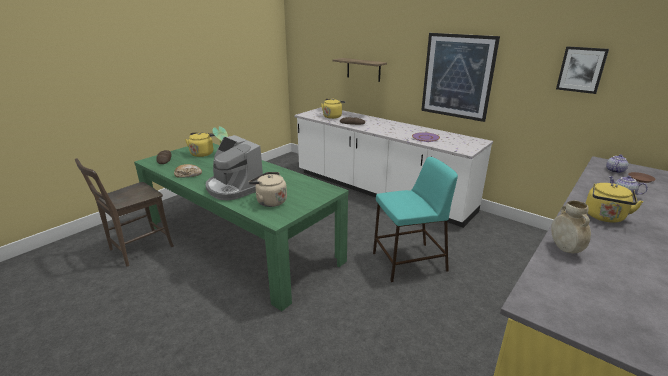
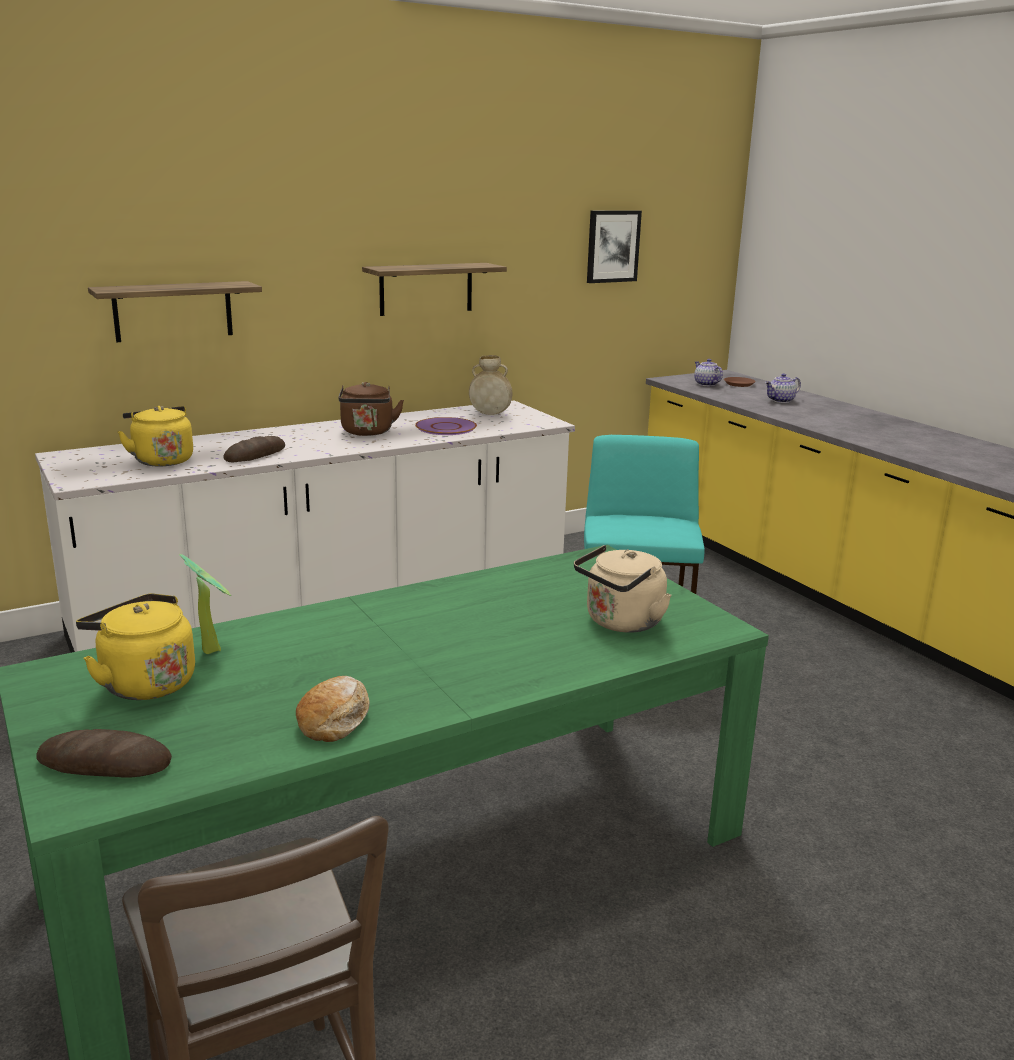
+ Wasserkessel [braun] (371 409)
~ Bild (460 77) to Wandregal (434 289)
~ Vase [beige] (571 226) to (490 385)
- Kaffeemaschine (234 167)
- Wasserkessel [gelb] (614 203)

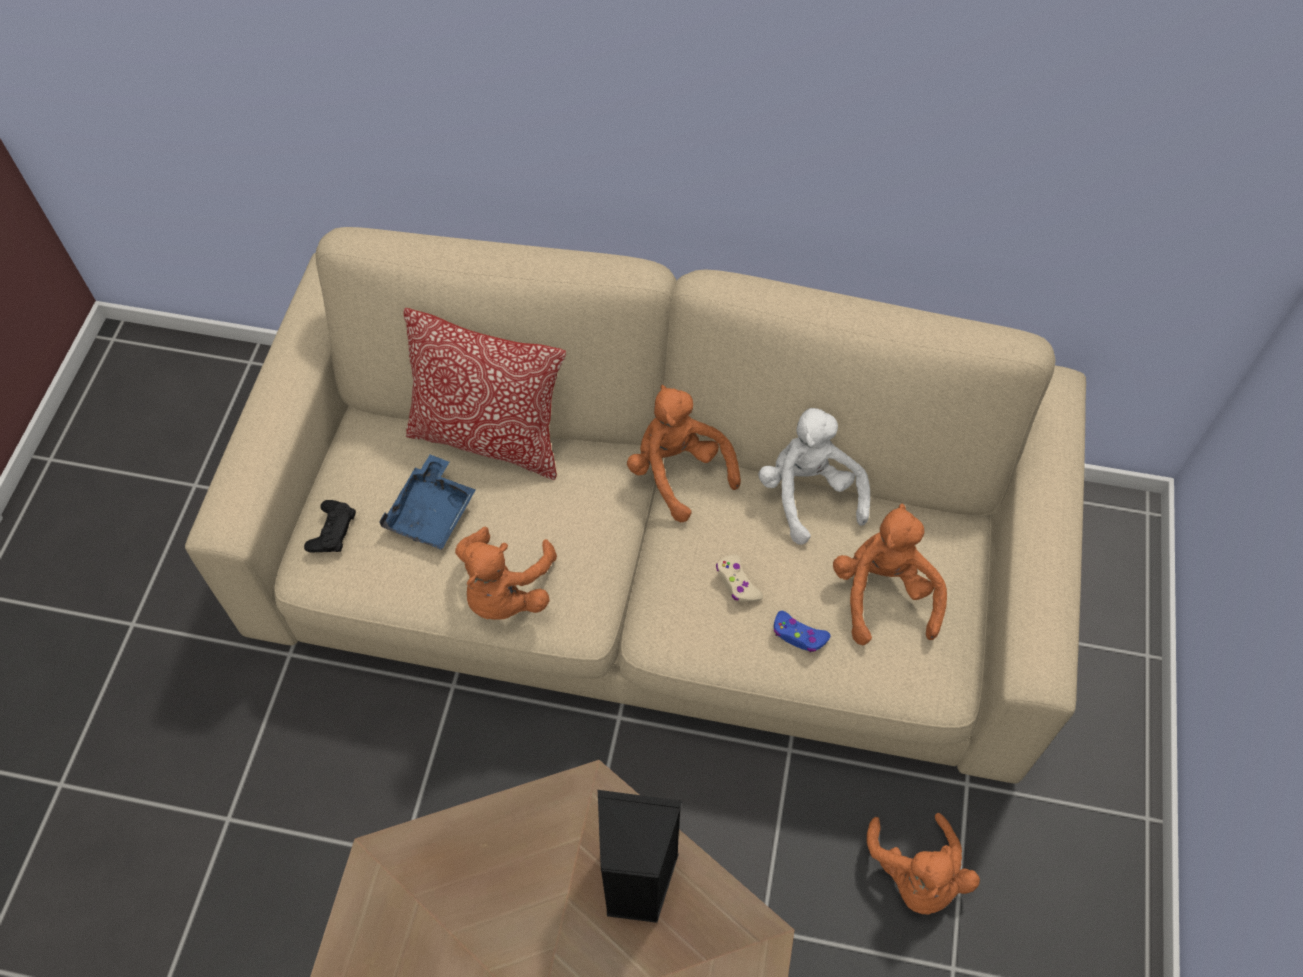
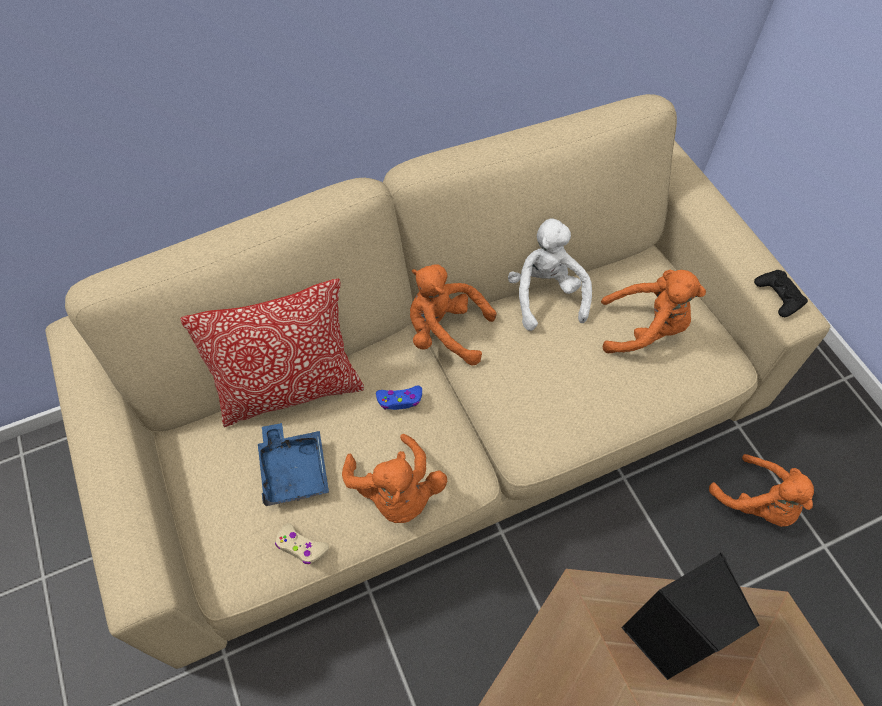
~ Gamepad [beige] (739 578) to (302 543)
~ Gamepad [blau] (802 631) to (399 398)
~ Plüschtier [weiß] (814 476) = (550 274) 45 degrees clockwise
~ Plüschtier [orange] (890 574) = (653 311) 135 degrees clockwise
~ Gamepad [schwarz] (330 526) to (781 293)

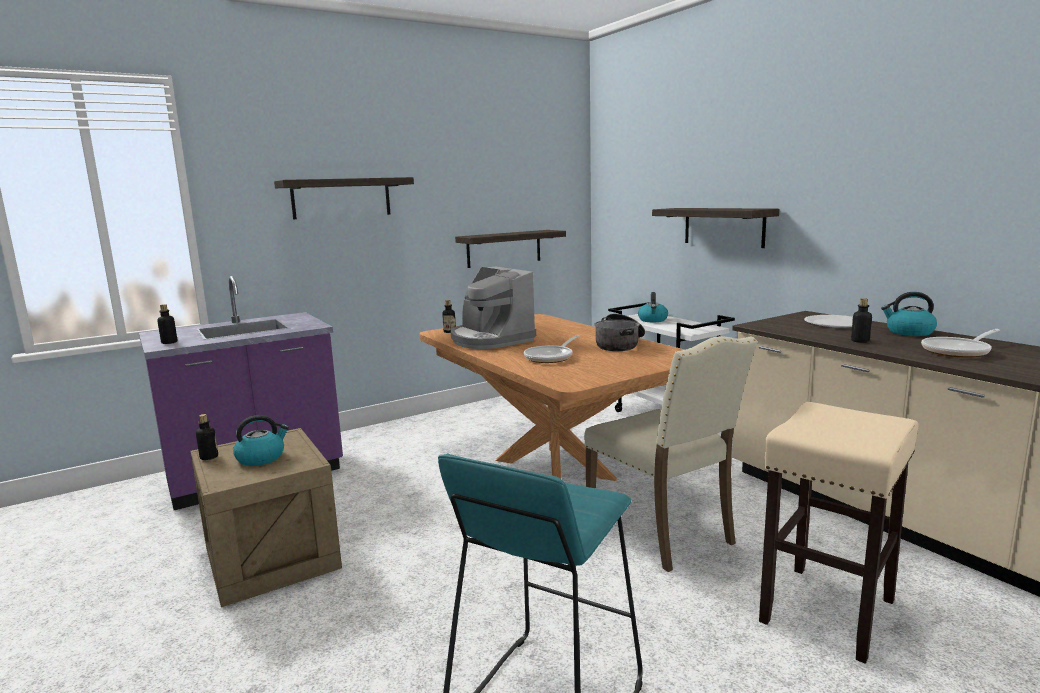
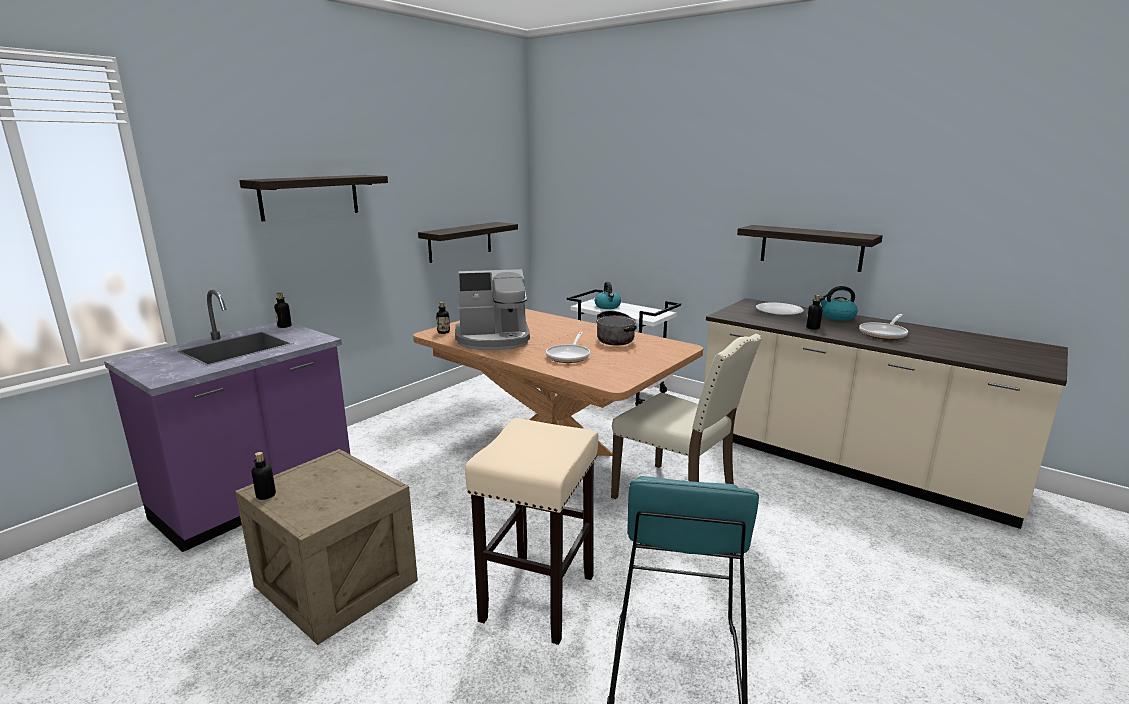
~ Flasche (167 324) to (283 310)
~ Kaffeemaschine (493 308) = (492 309) 45 degrees counterclockwise
~ Hocker [beige] (838 533) to (531 531)
~ Wandregal (715 228) to (810 248)
- Wasserkessel (261 440)

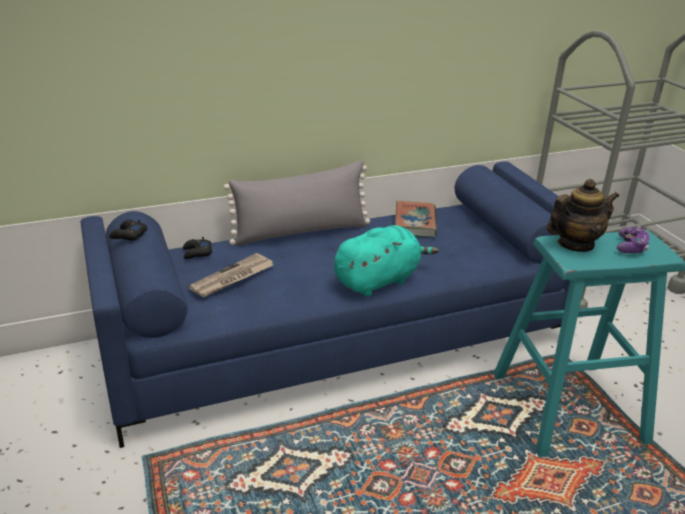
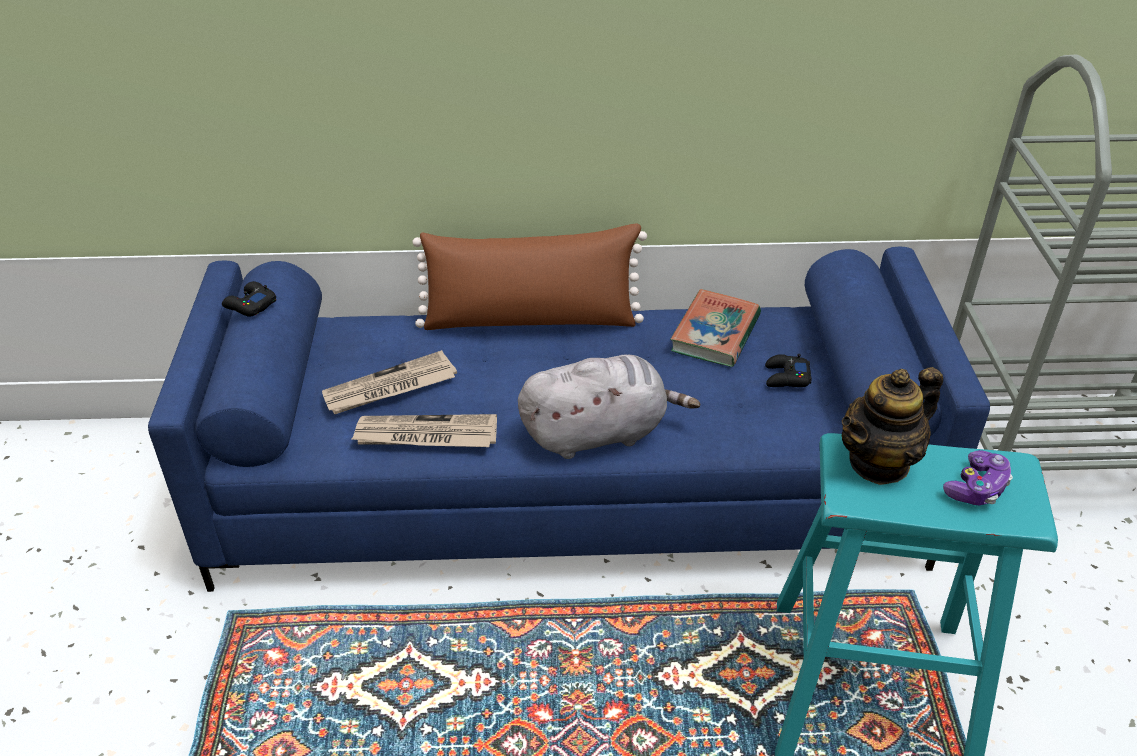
+ Zeitung (424 430)
~ Kissen [grau] (296 203) to Kissen [braun] (529 277)
~ Plüschtier [türkis] (386 260) to Plüschtier [grau] (609 407)
~ Gamepad [schwarz] (197 248) to (788 370)
~ Teekanne (583 215) = (892 426) 150 degrees clockwise

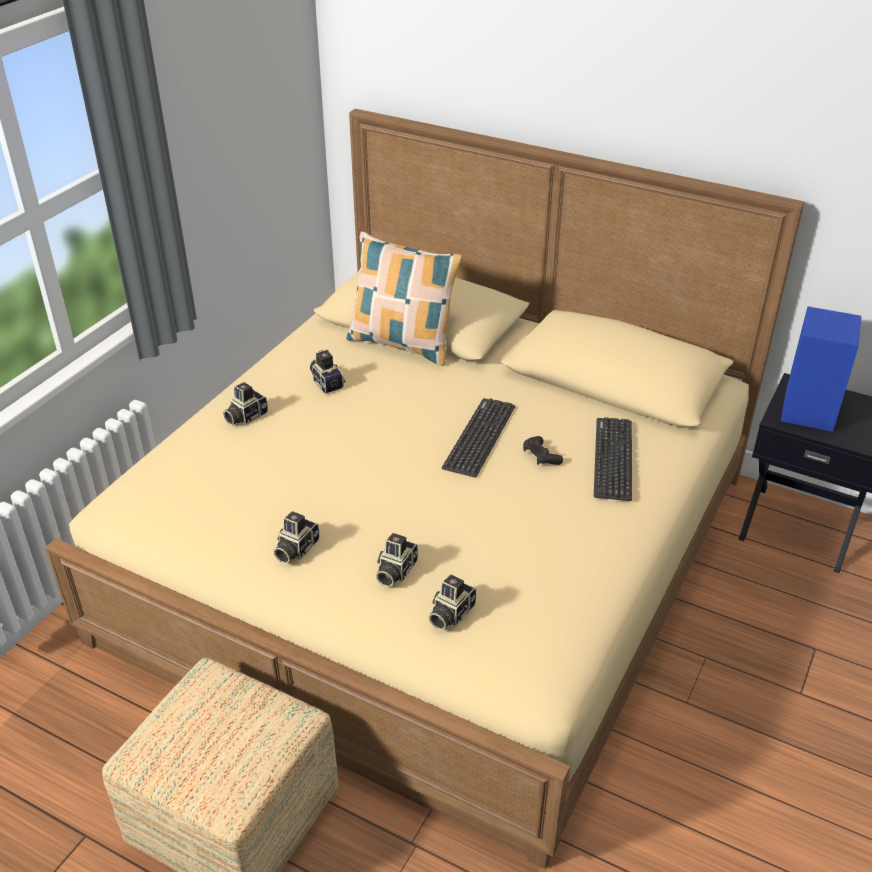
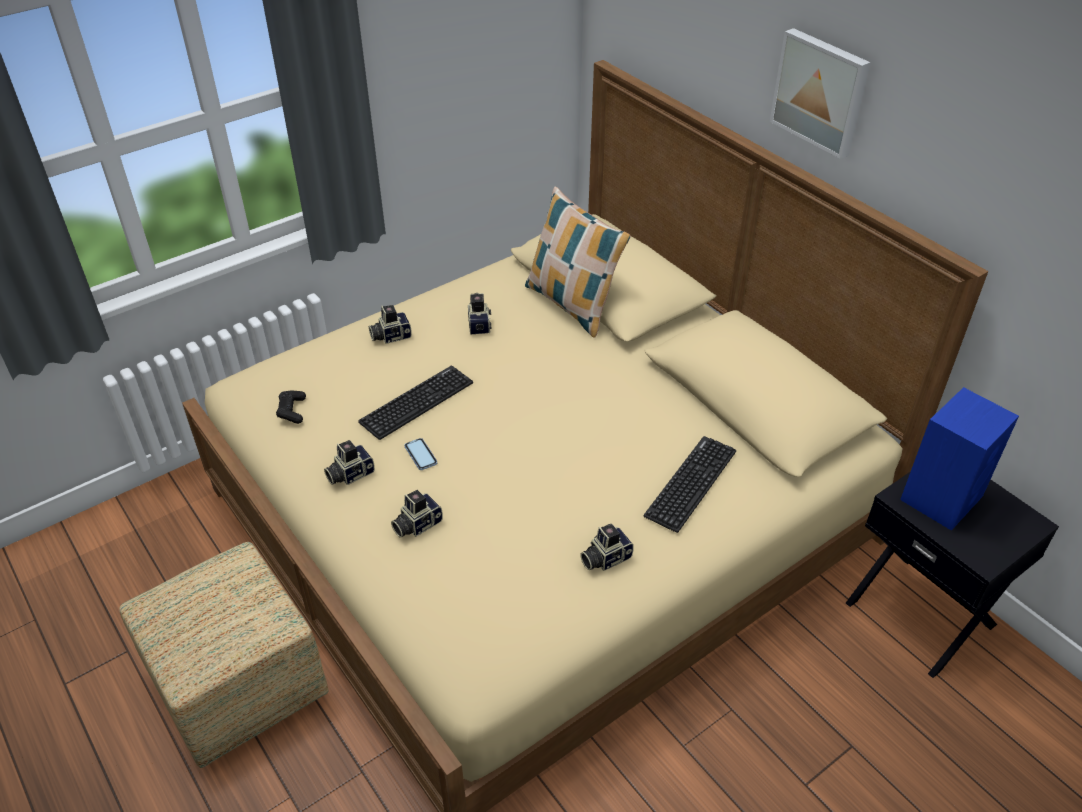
~ Gamepad [schwarz] (543 450) to (291 407)
~ Tastatur (478 437) to (415 403)
+ Handy (421 454)
~ Kamera (452 602) to (607 547)
+ Bild (820 93)

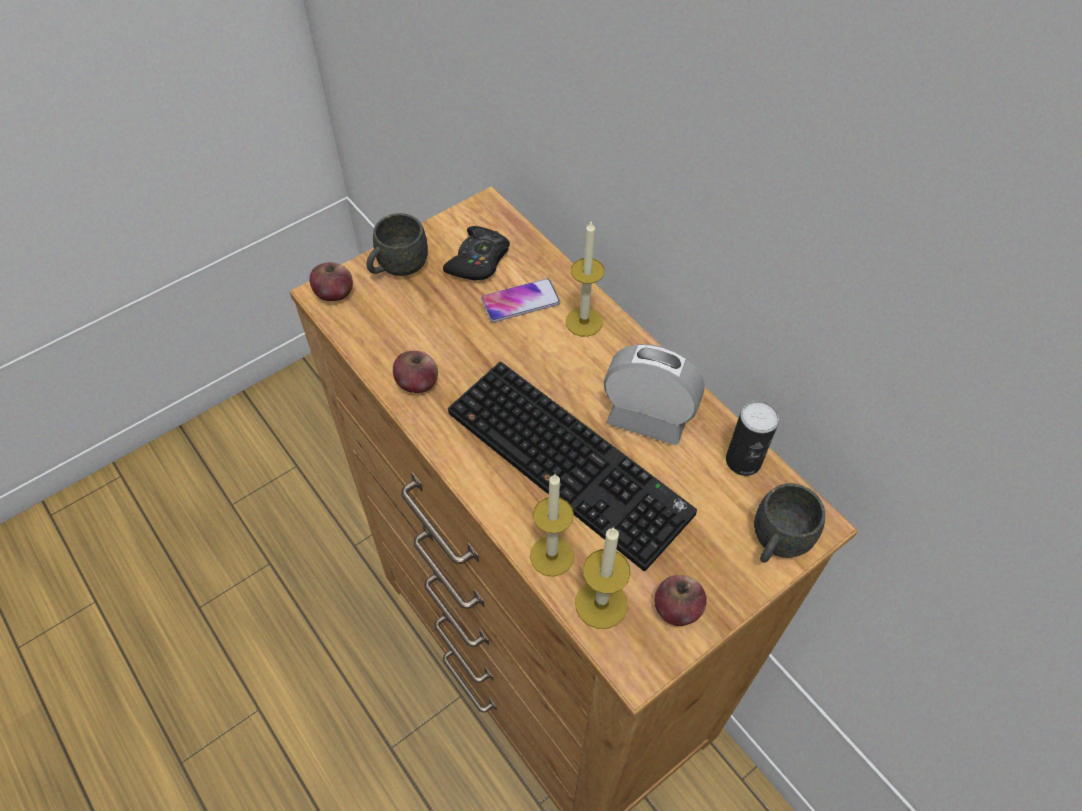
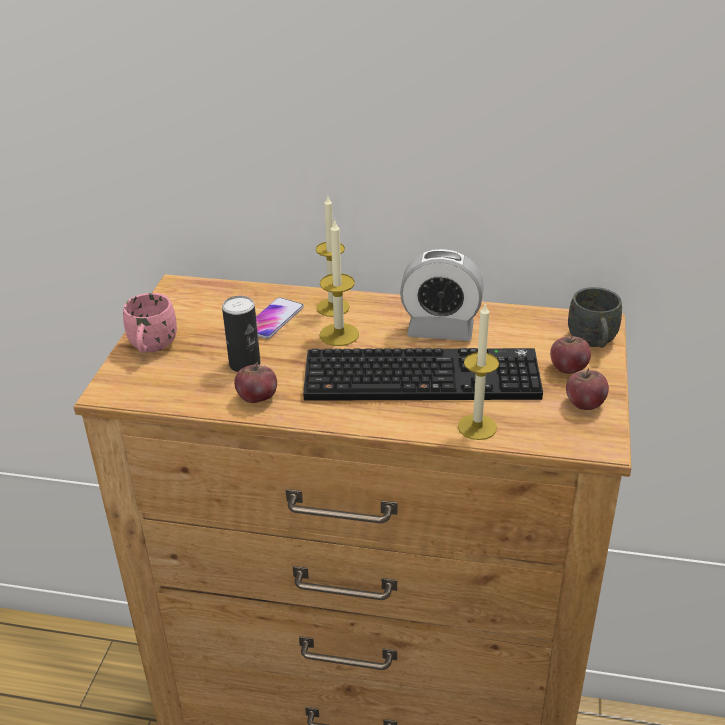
~ Henkelbecher [grau] (397 244) to Henkelbecher [rosa] (150 323)
~ Dose (752 438) to (241 334)
~ Kerze (603 578) to (339 282)
~ Wecker (654 394) = (442 295) 150 degrees counterclockwise
~ Apfel (331 281) to (570 354)
- Gamepad [schwarz] (476 253)

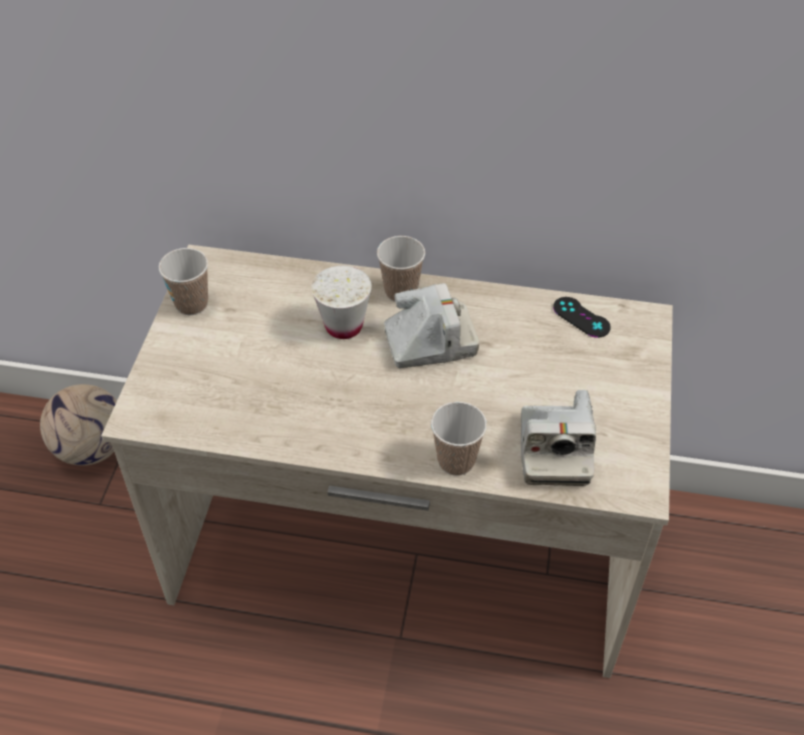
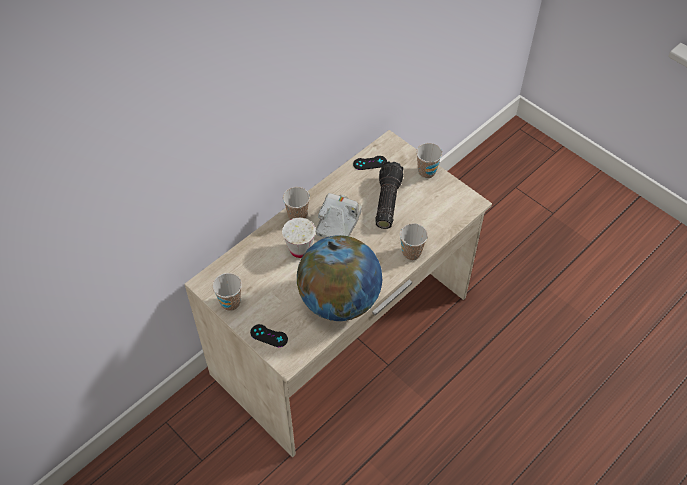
+ Gamepad [schwarz] (269 335)
+ Globus (339 278)
+ Taschenlampe (389 195)
+ Tasse (429 160)
- Fußball (78 425)
- Kamera (558 438)

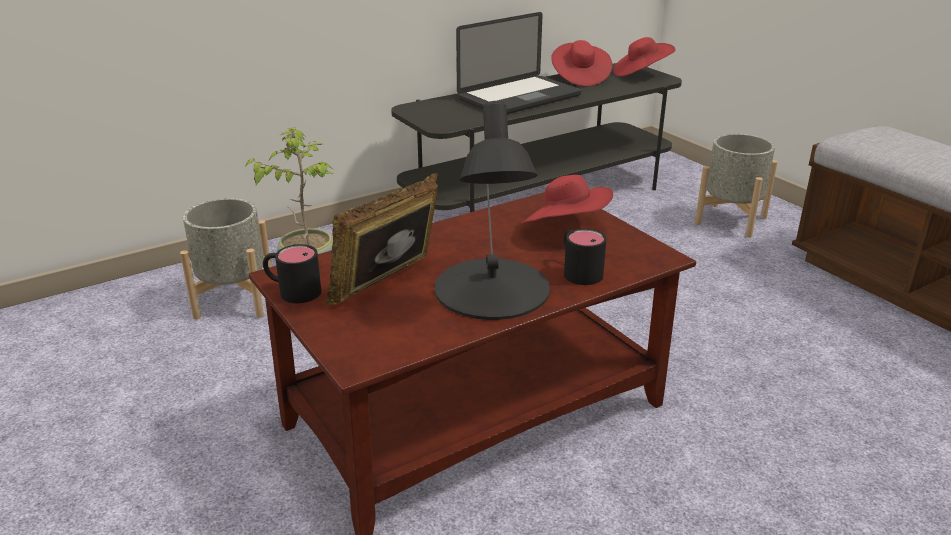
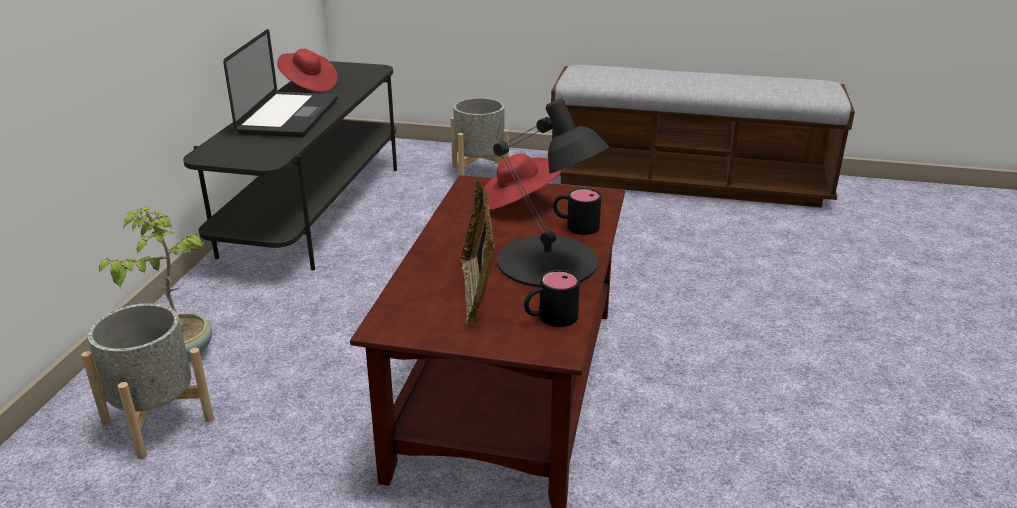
~ Henkelbecher [schwarz] (292 273) to (552 298)
- Hut [rot] (644 56)

